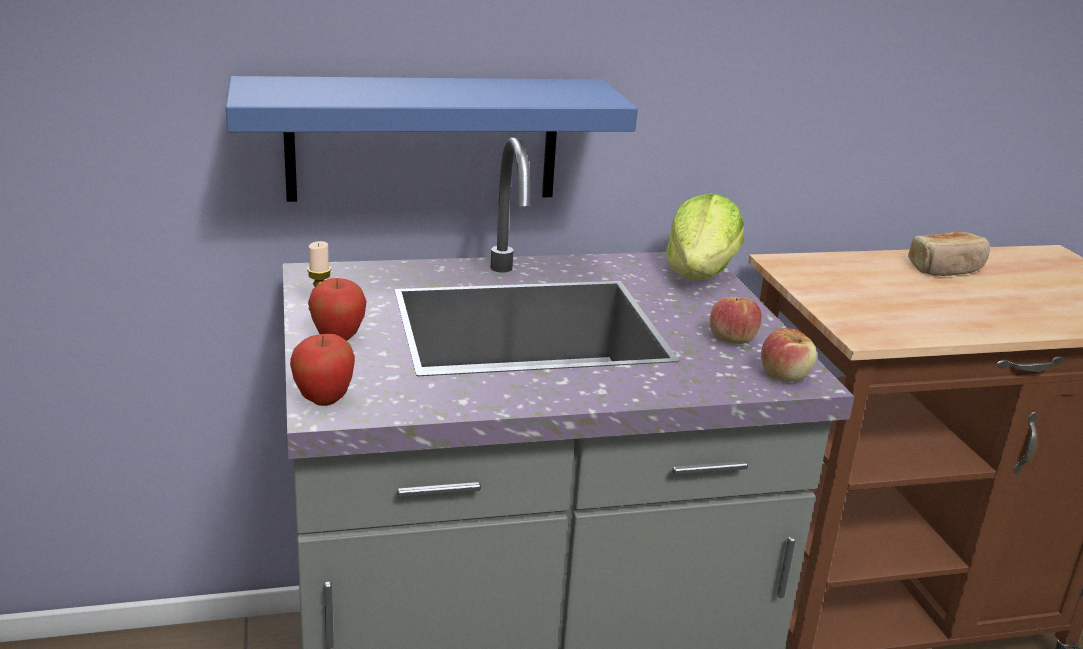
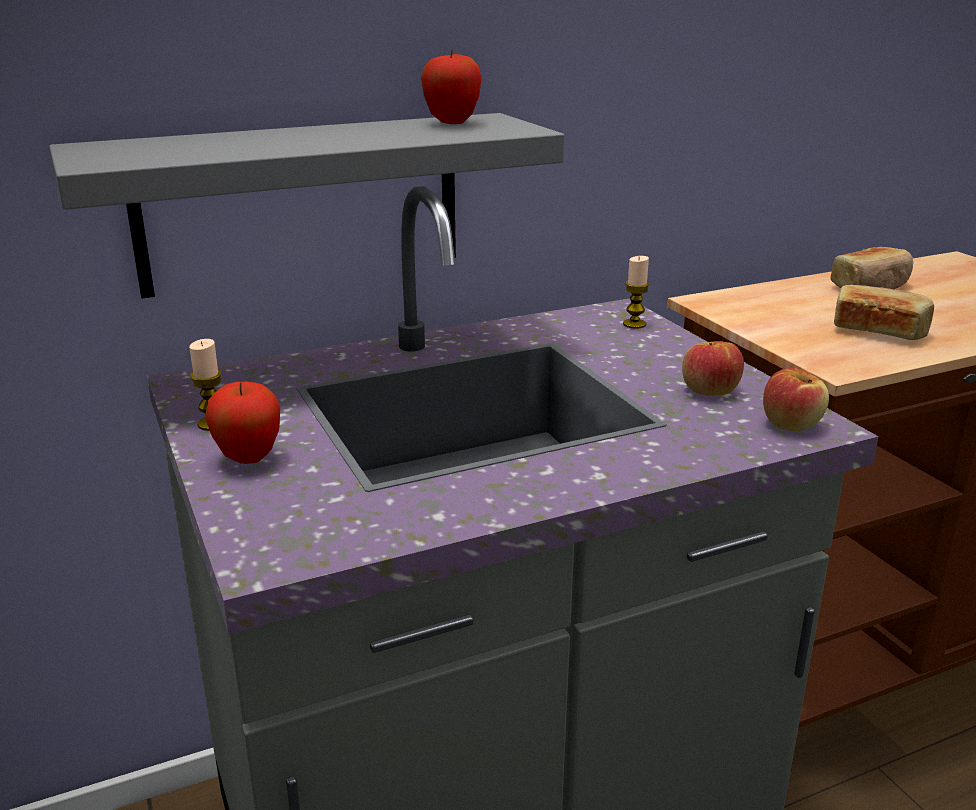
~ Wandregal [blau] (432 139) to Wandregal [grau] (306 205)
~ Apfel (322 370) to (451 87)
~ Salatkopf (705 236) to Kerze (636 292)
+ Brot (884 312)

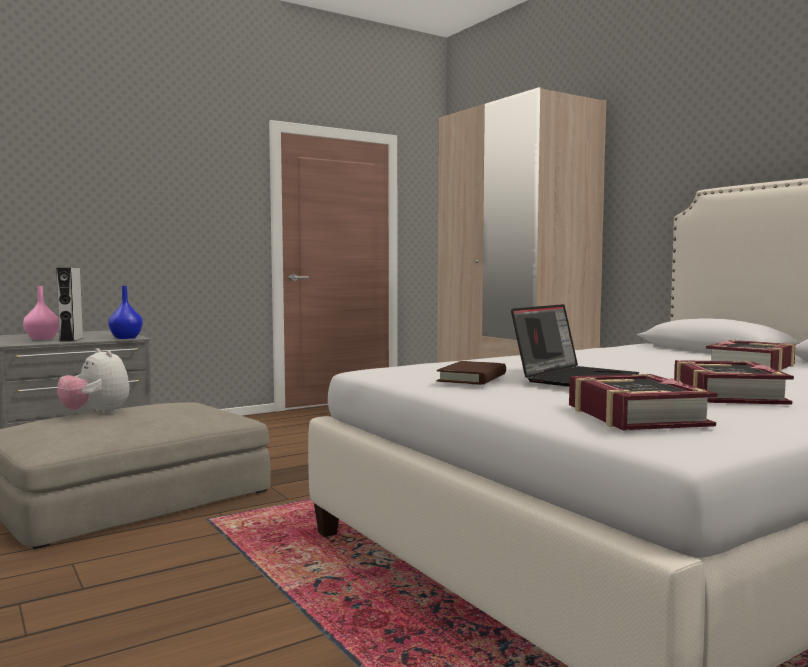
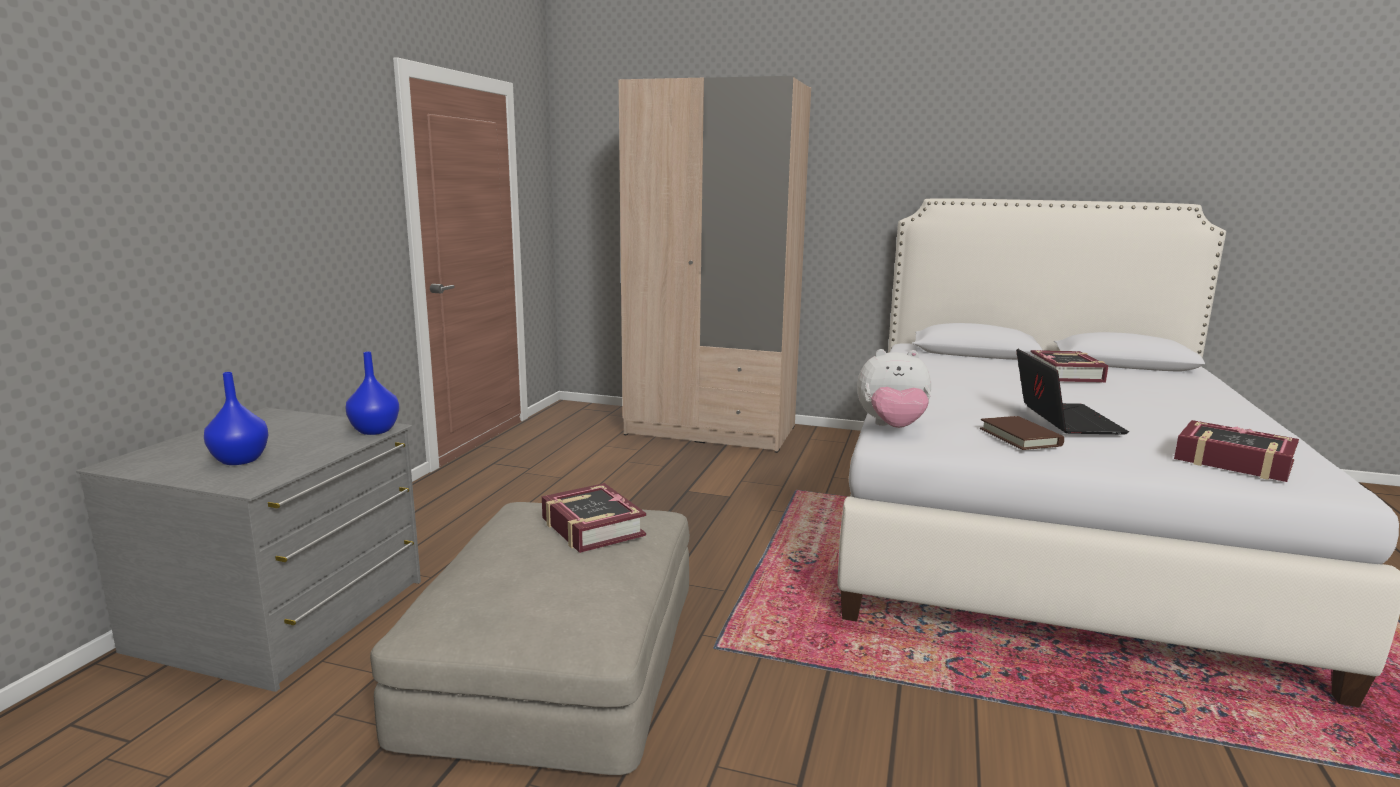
~ Vase [rosa] (41 313) to Vase [blau] (236 418)
~ Buch (734 382) to (594 518)
~ Plüschtier (93 381) to (894 388)
- Lautsprecher [grau] (69 305)

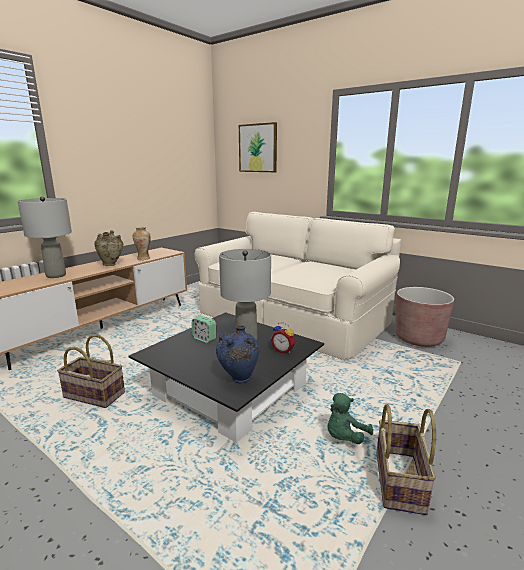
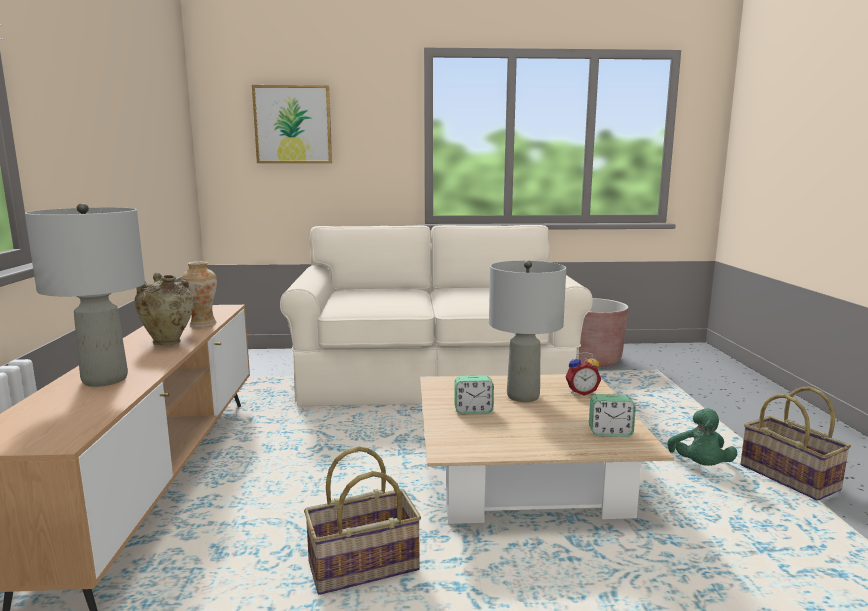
~ Couchtisch [schwarz] (226 377) to Couchtisch [beige] (547 449)
~ Vase [blau] (237 354) to Wecker (612 415)

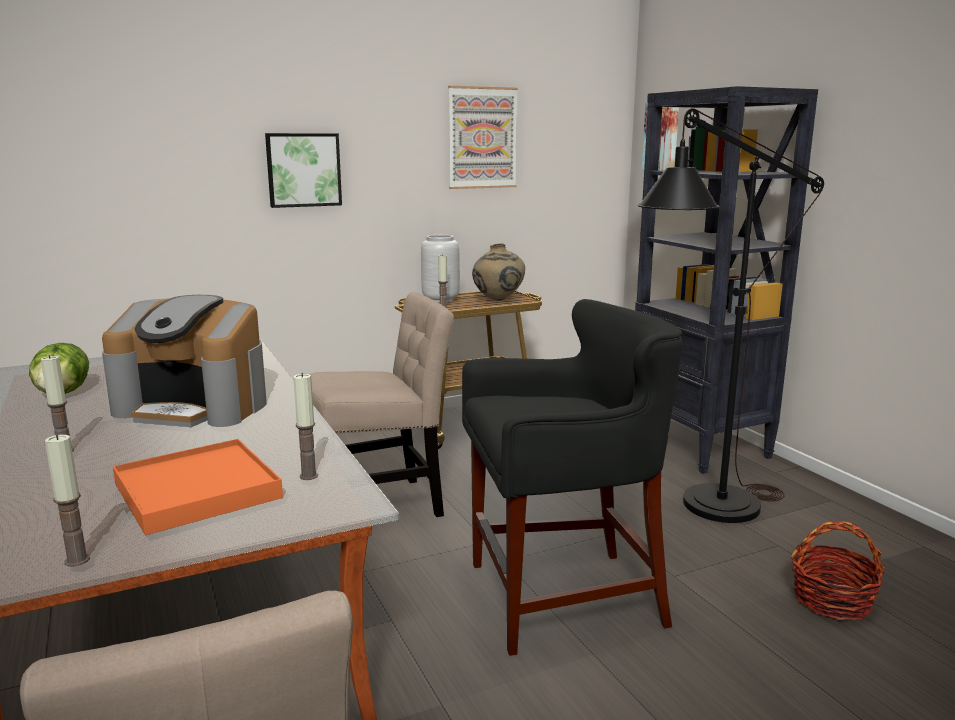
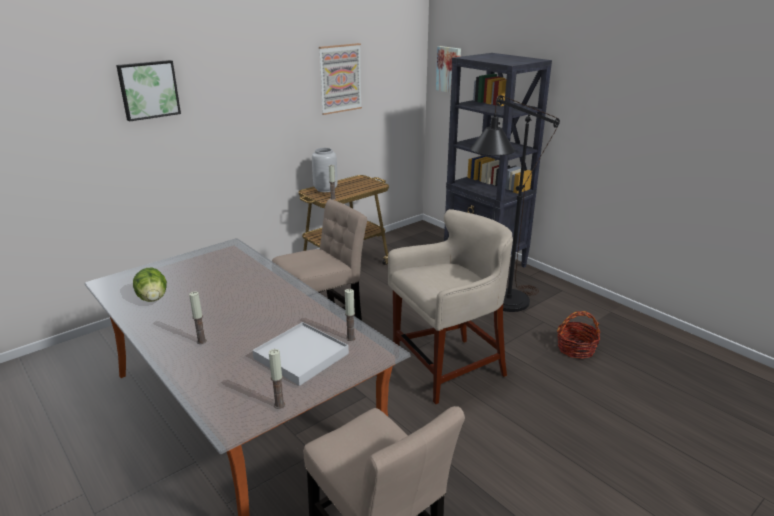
~ Bild (303 170) to (148 91)
~ Tablett [orange] (198 487) to Tablett [weiß] (300 354)
~ Hocker [schwarz] (572 477) to Hocker [beige] (450 306)
- Kaffeemaschine (184 361)
- Vase [beige] (498 272)

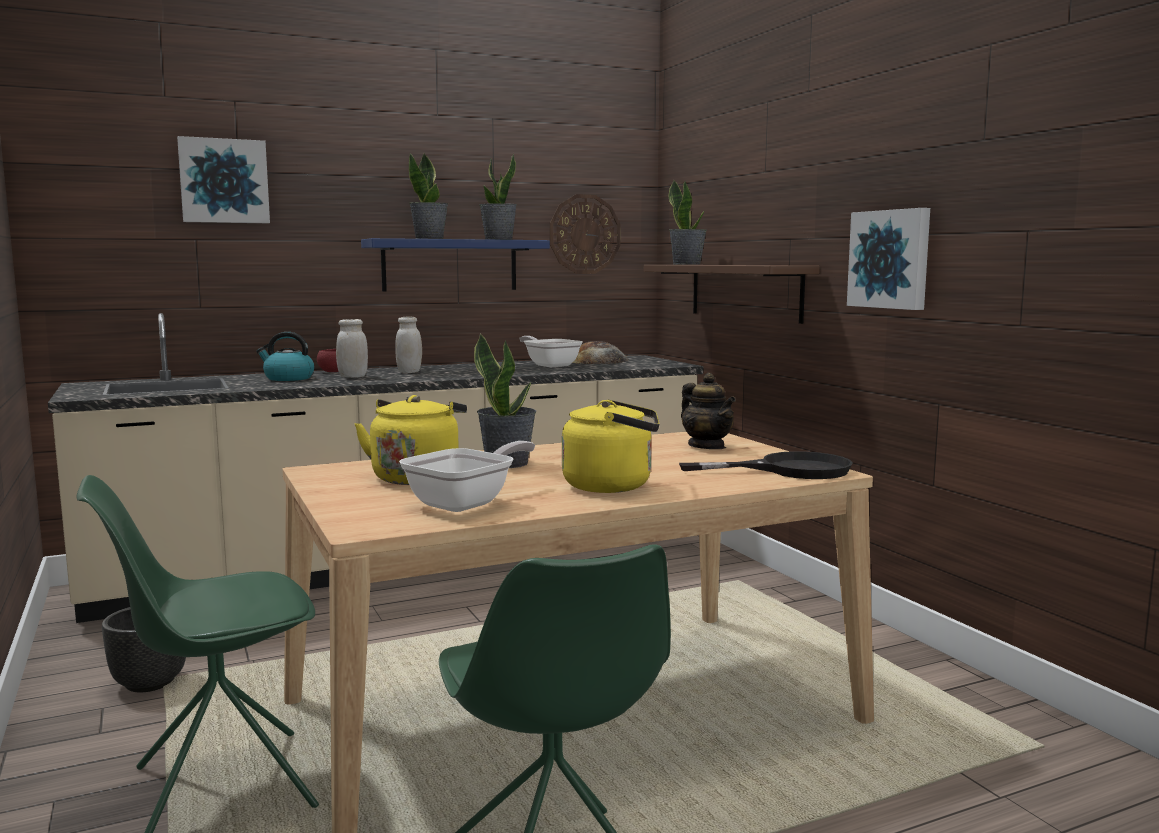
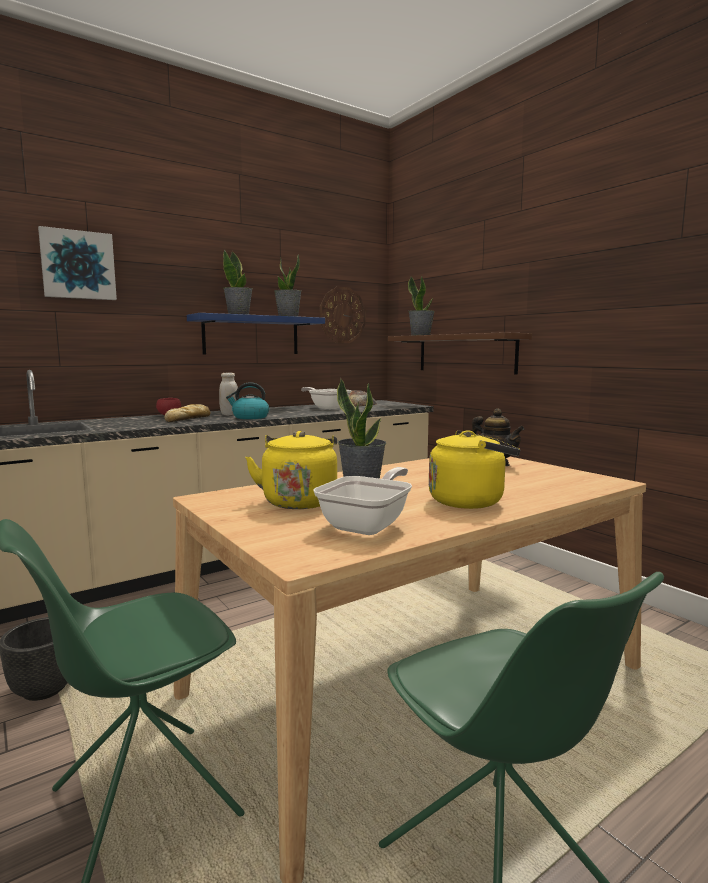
~ Vorratsglas [weiß] (352 348) to Brot (187 413)
~ Wasserkessel (285 356) to (247 400)
- Pfanne [schwarz] (766 465)
- Bild (888 259)

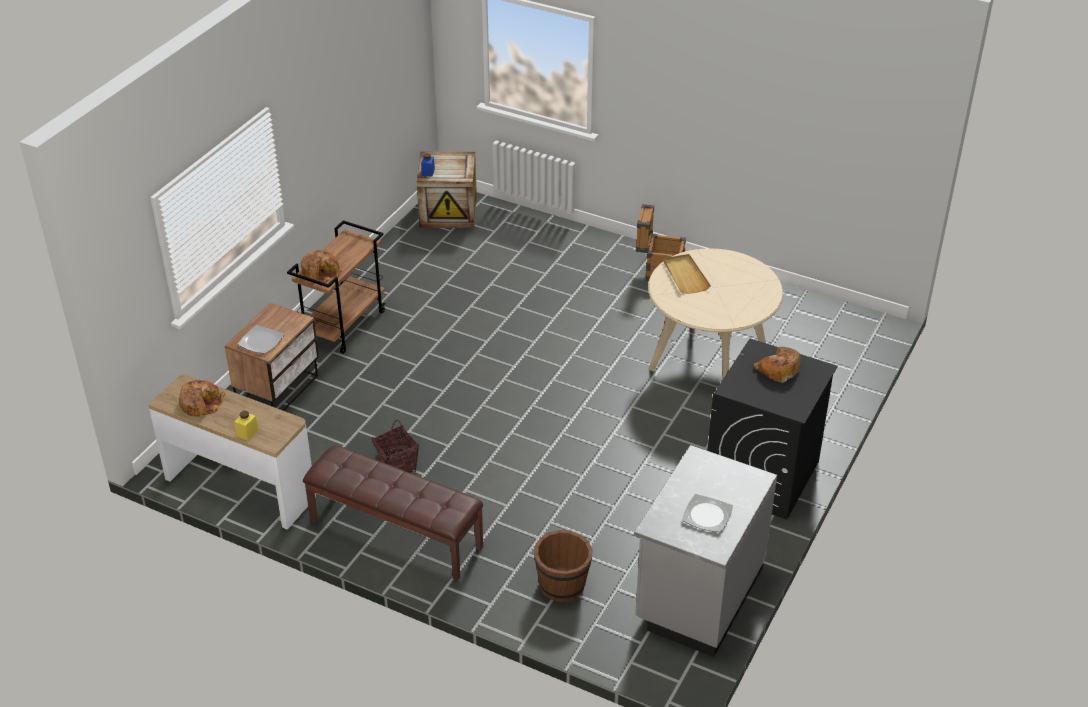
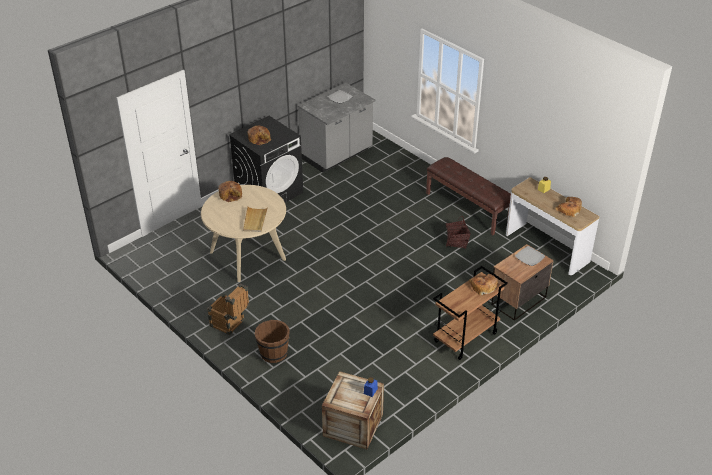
+ Brot (230 191)
~ Eimer [braun] (563 566) to (272 341)

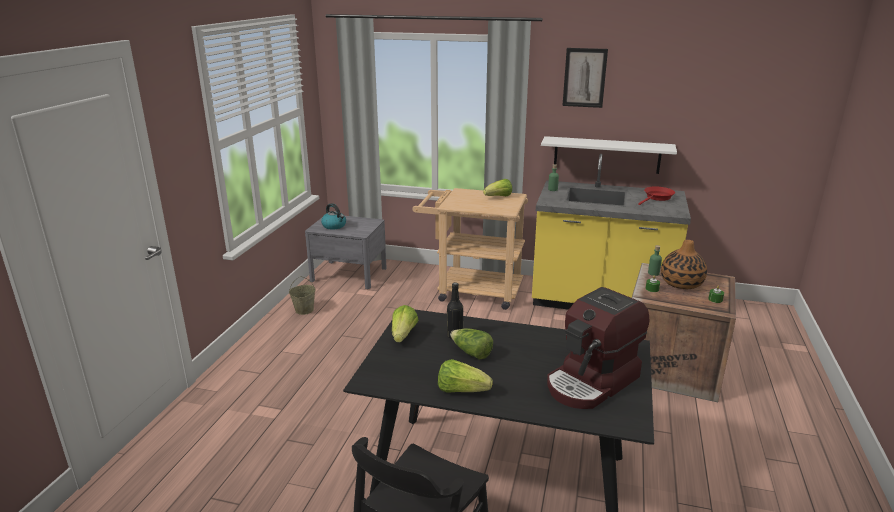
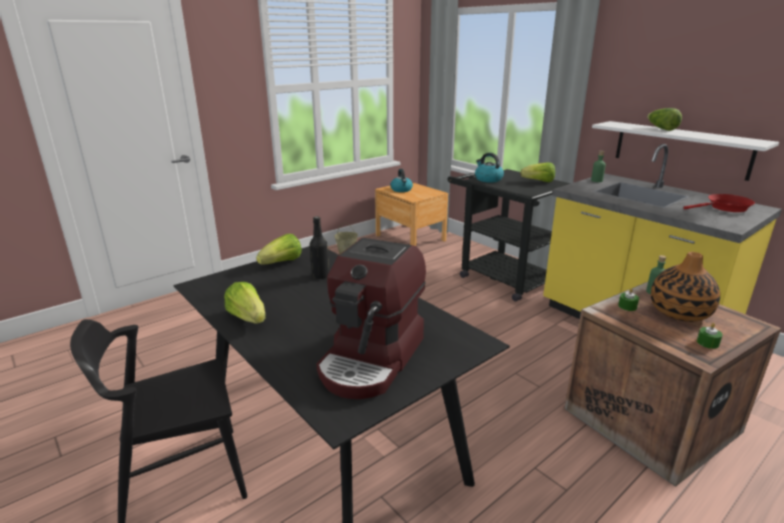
~ Kaffeemaschine (598 348) = (371 318) 60 degrees counterclockwise
~ Nachttisch [grau] (346 252) to Nachttisch [braun] (411 214)
~ Rollwagen [beige] (470 249) to Rollwagen [schwarz] (509 235)
+ Wasserkessel (489 168)
~ Salatkopf (471 344) to (664 119)
- Bild (585 78)

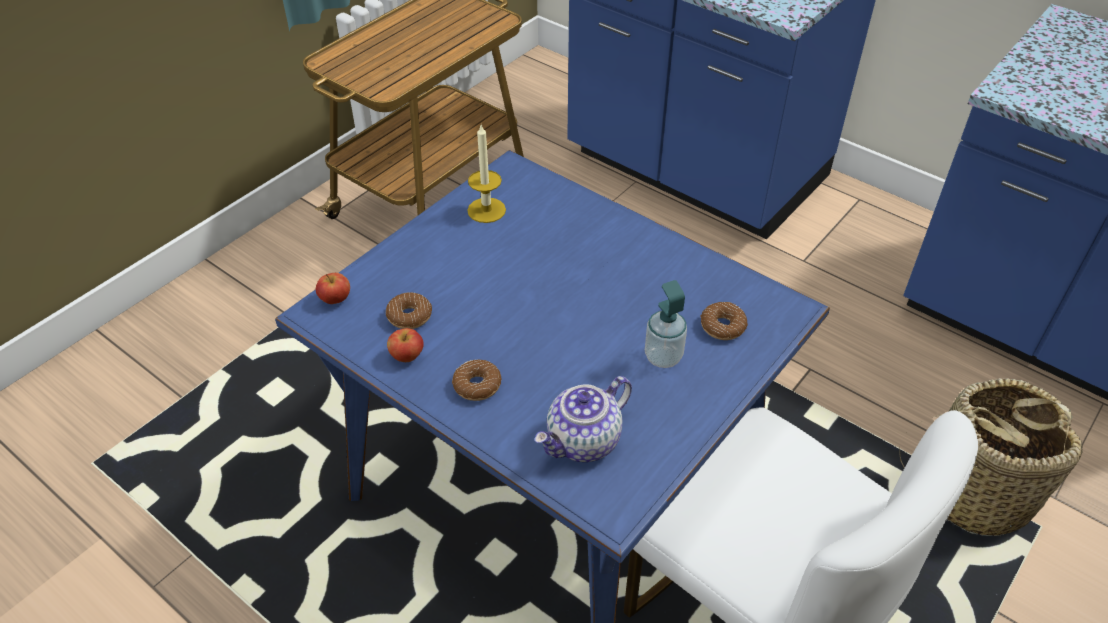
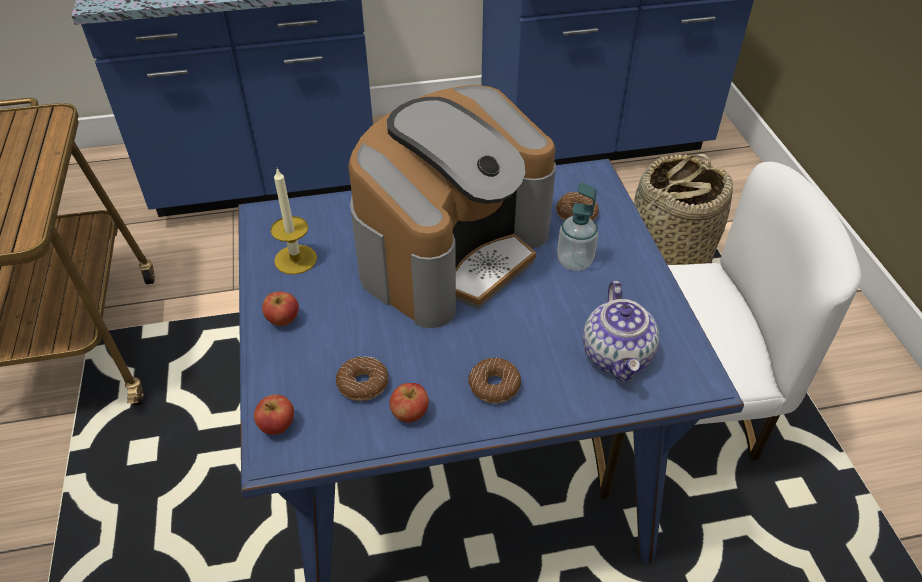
+ Apfel (280 308)
+ Kaffeemaschine (452 206)

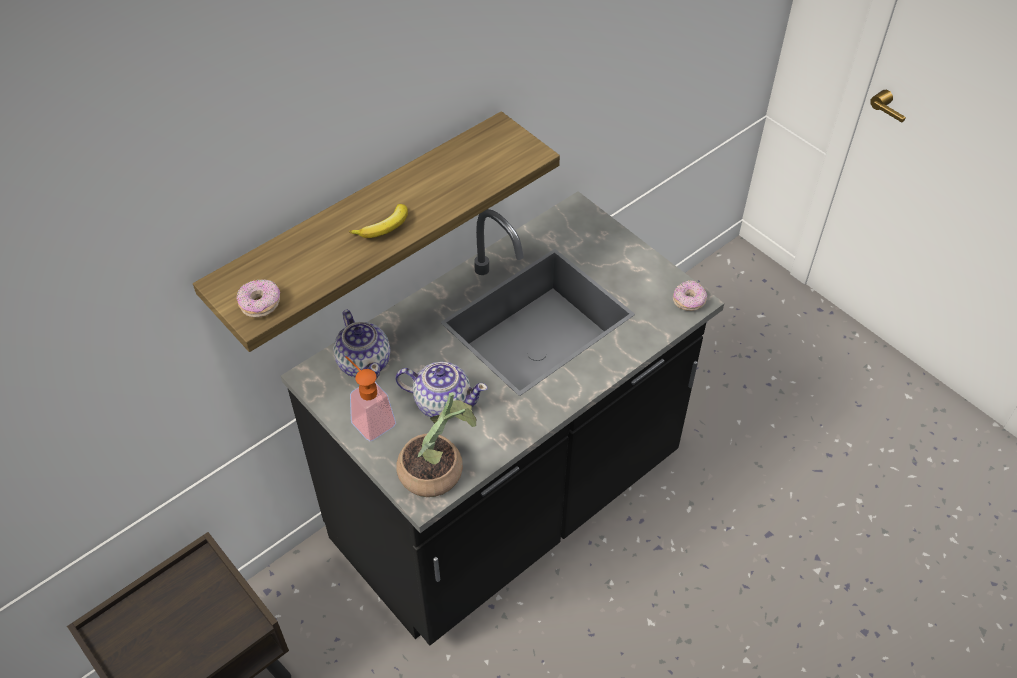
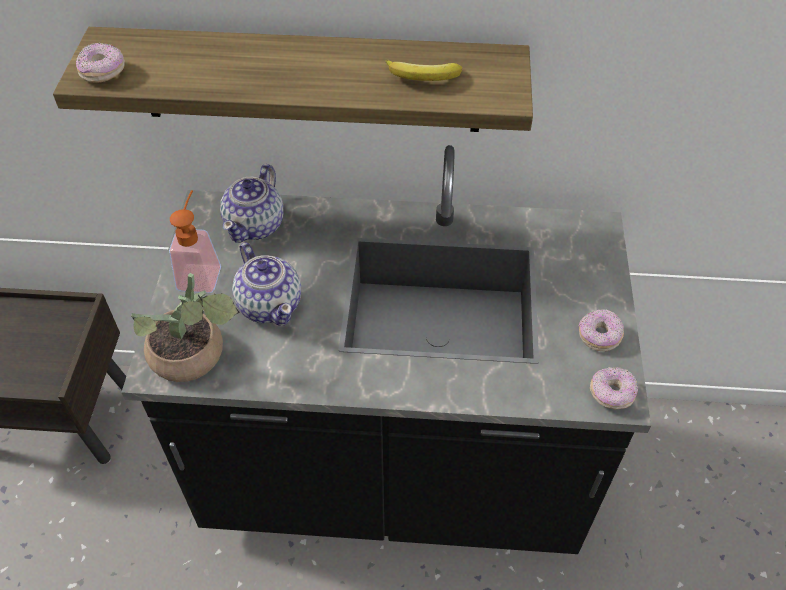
~ Banane (378 221) to (424 70)
+ Donut (601 330)

